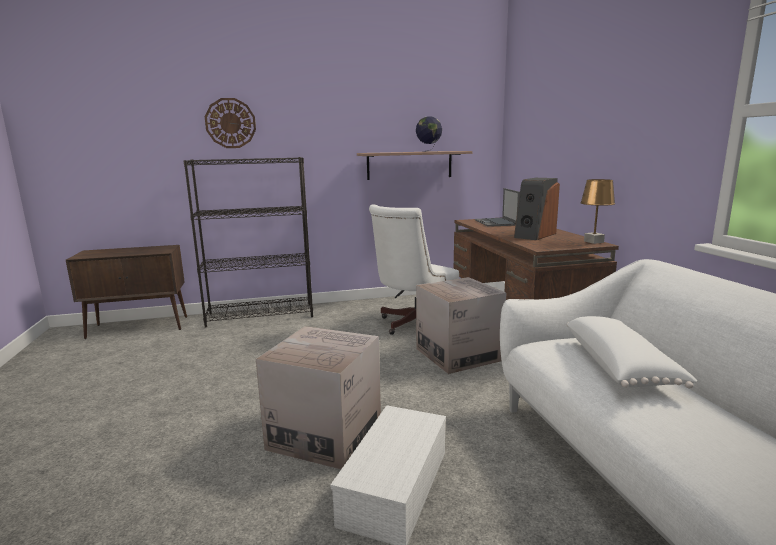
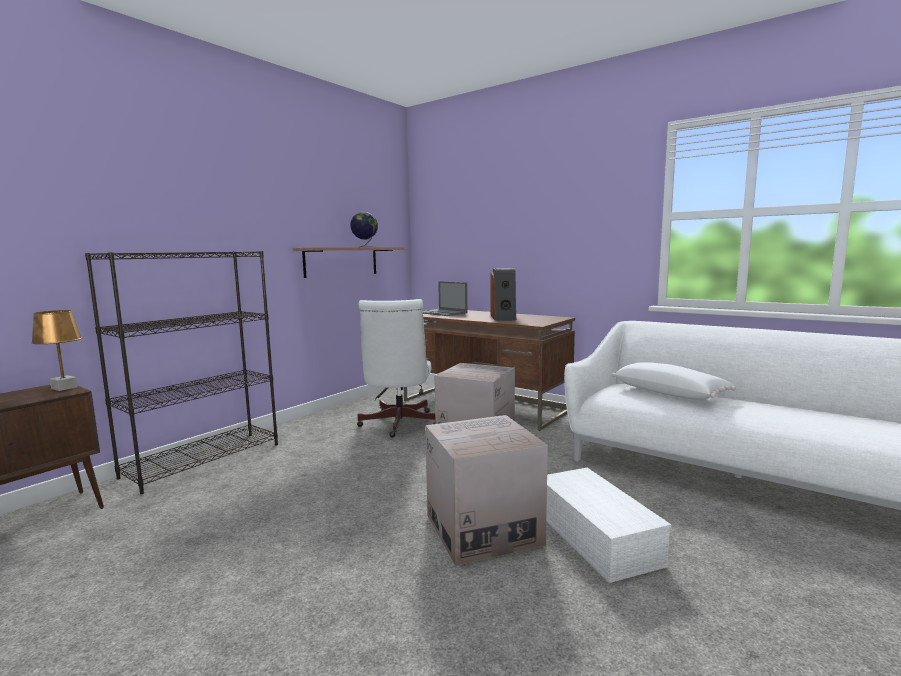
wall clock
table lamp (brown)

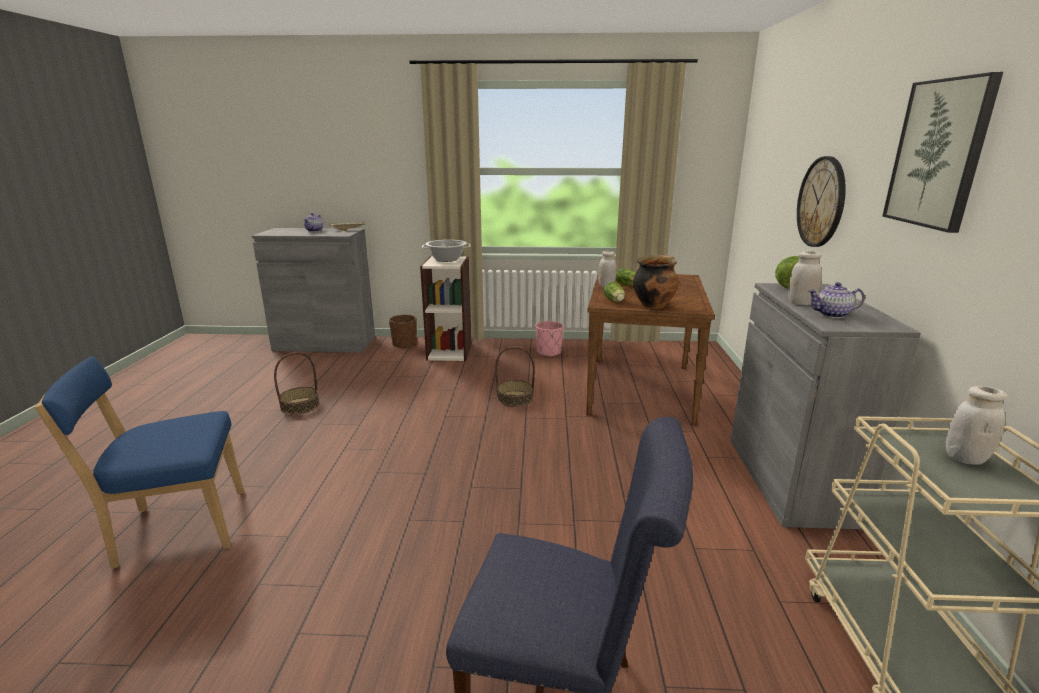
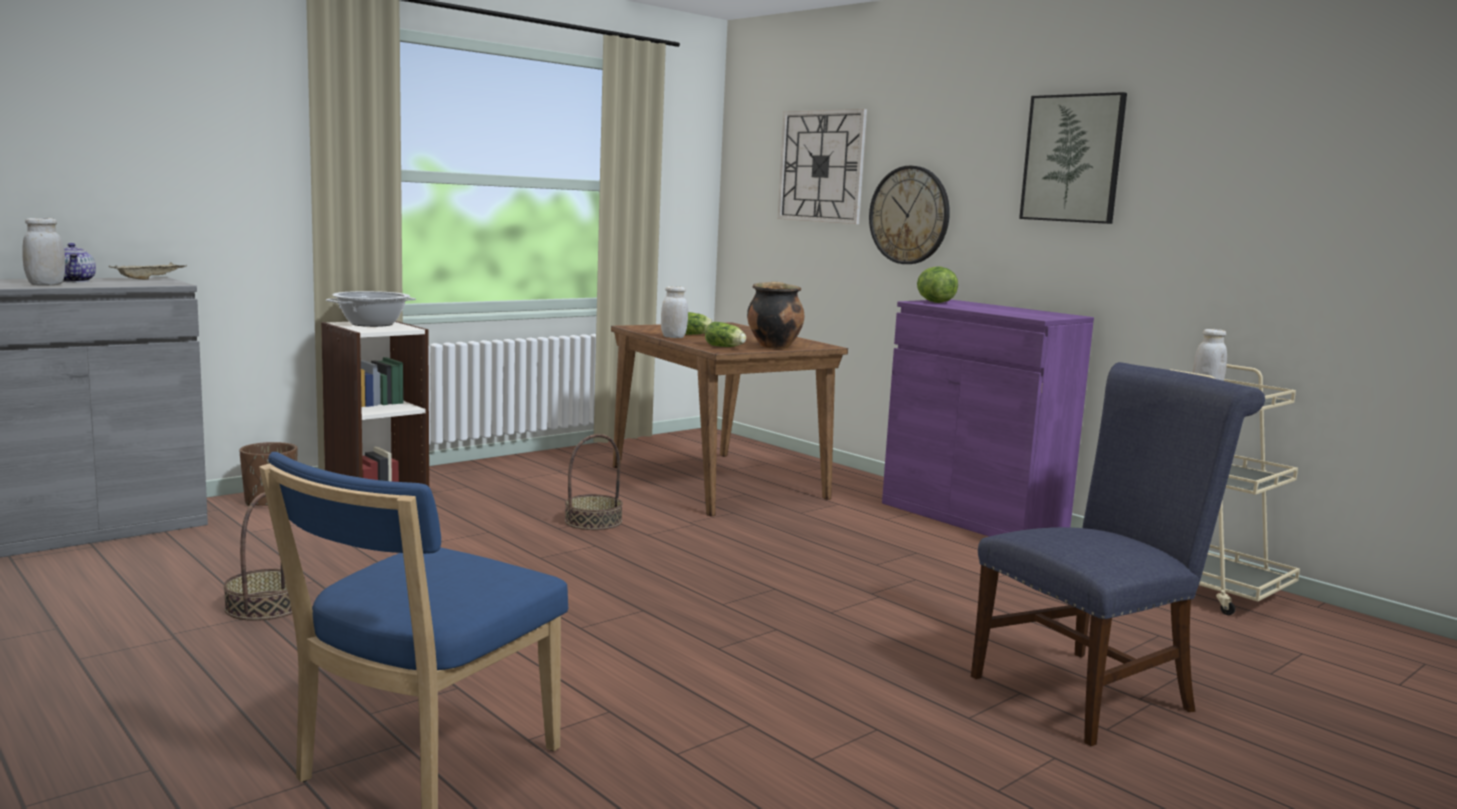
planter (pink)
cabinet (purple)
jar (white) (no. 1 from left)
teapot (no. 2 from left in the first image)
wall clock (no. 1 from left)

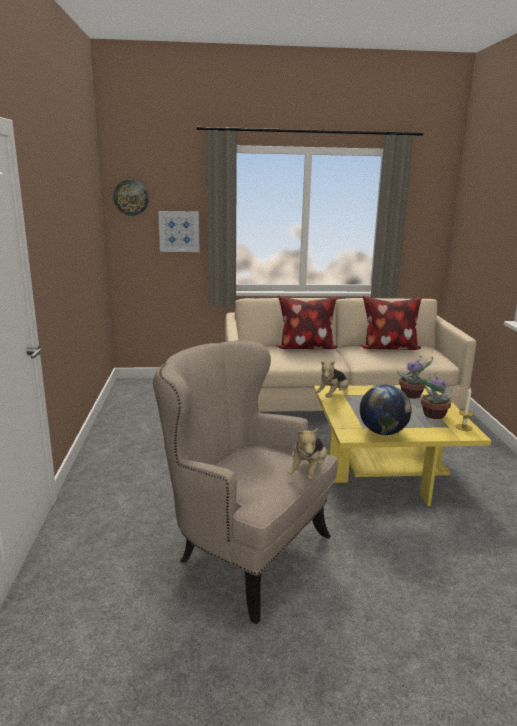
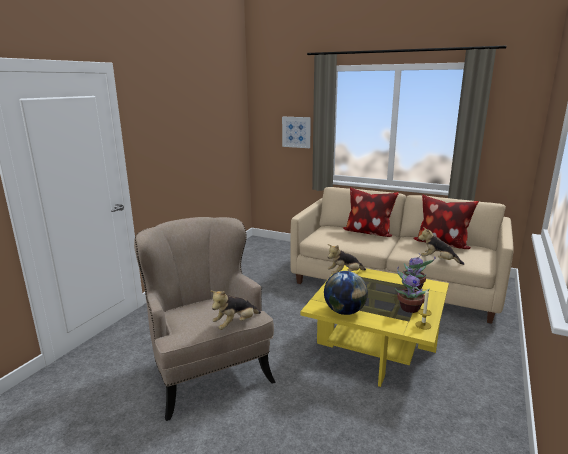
wall clock
plush toy (no. 3 from left)

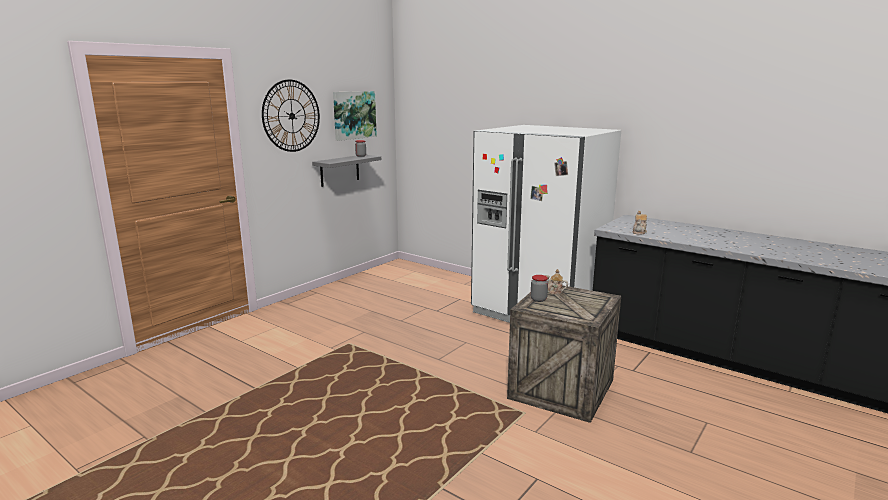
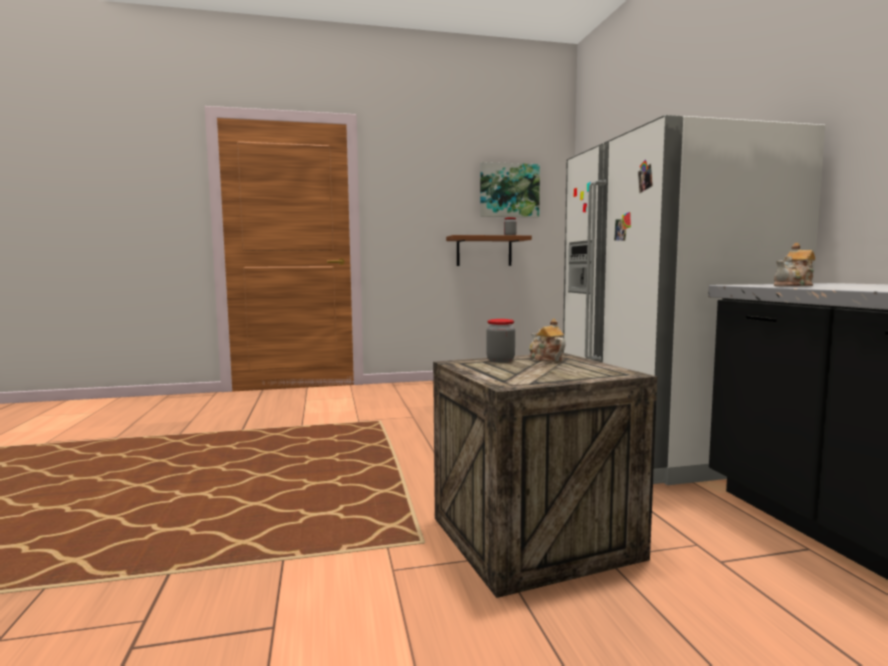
wall clock
shelf (brown)

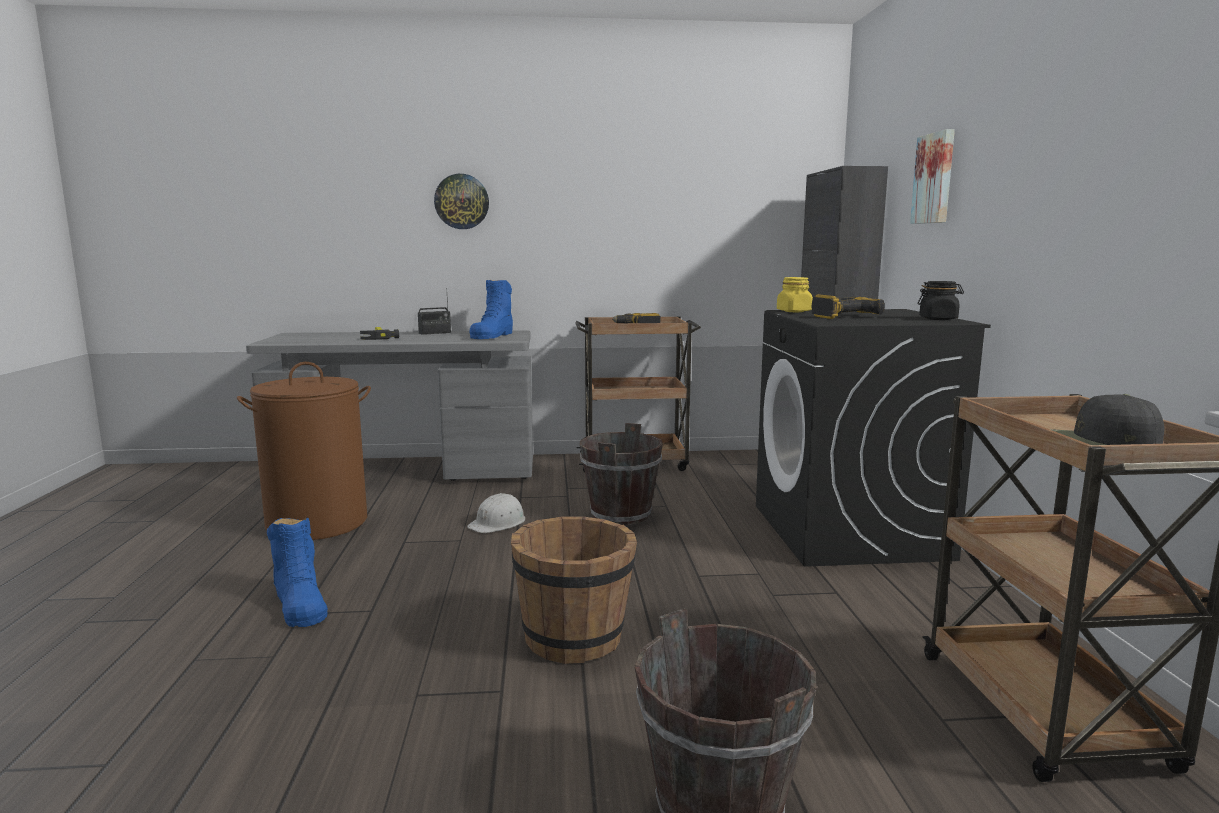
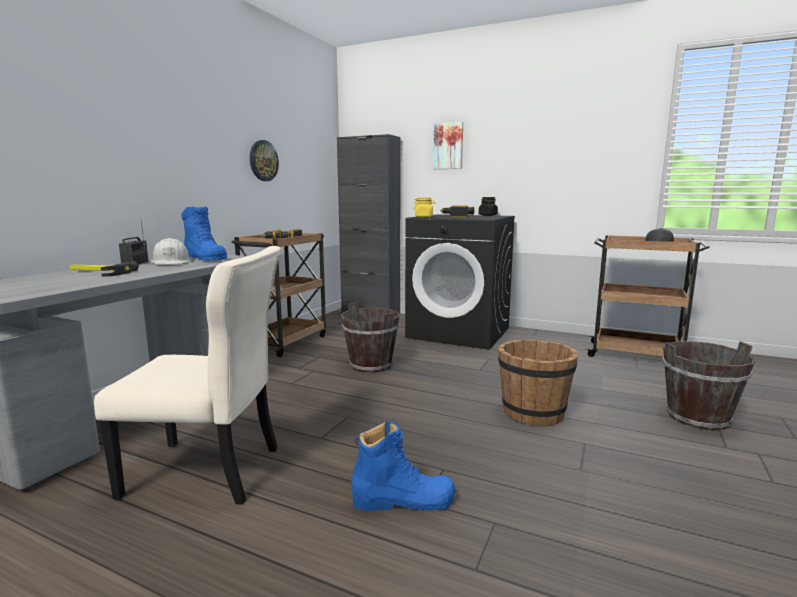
chair (beige)
wall clock
hard hat (white)

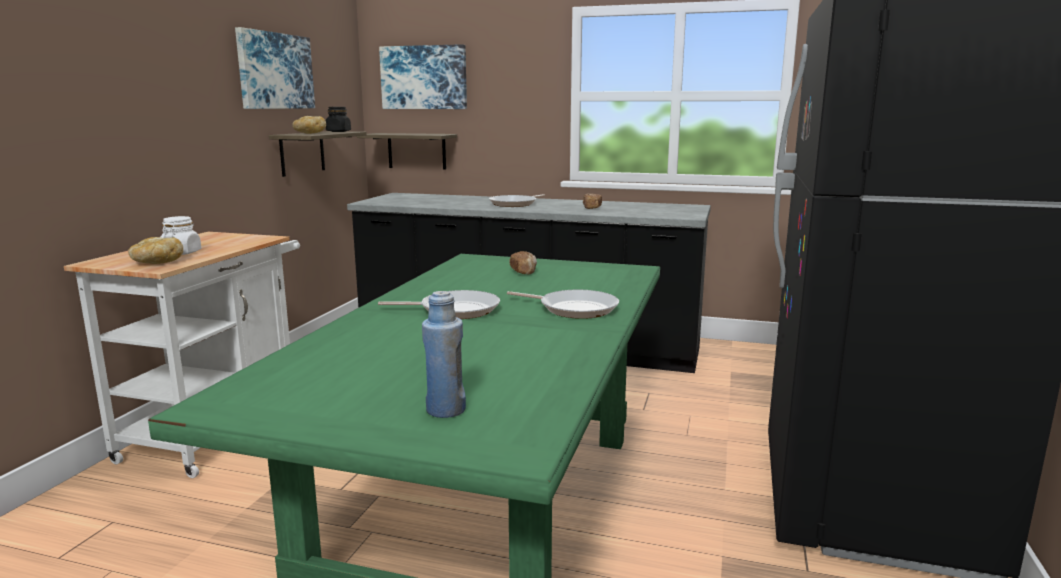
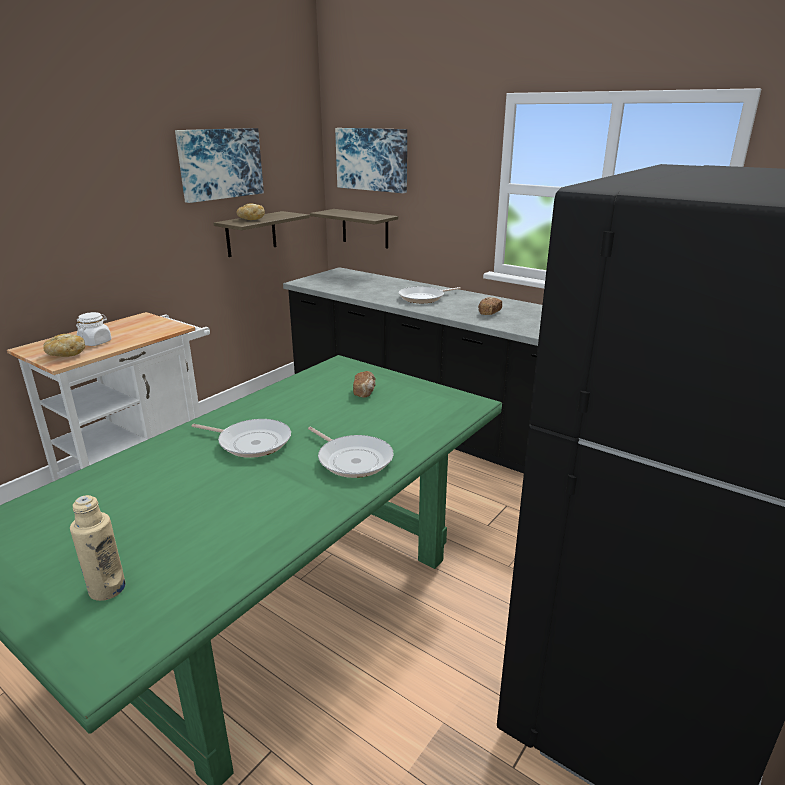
jar (black)
bottle (beige)

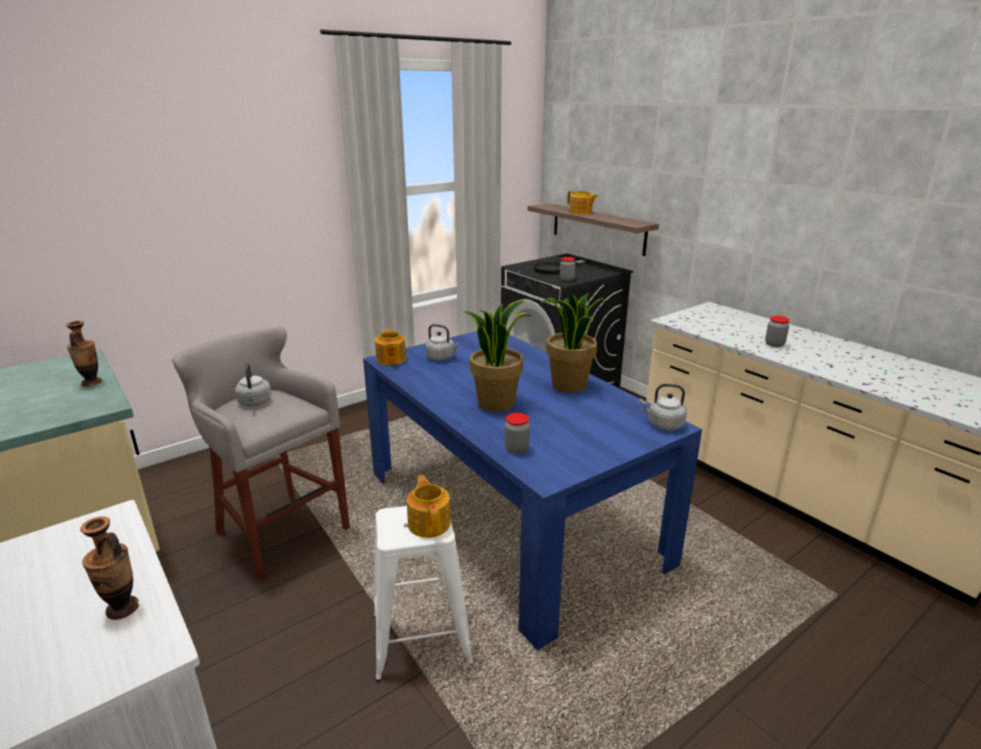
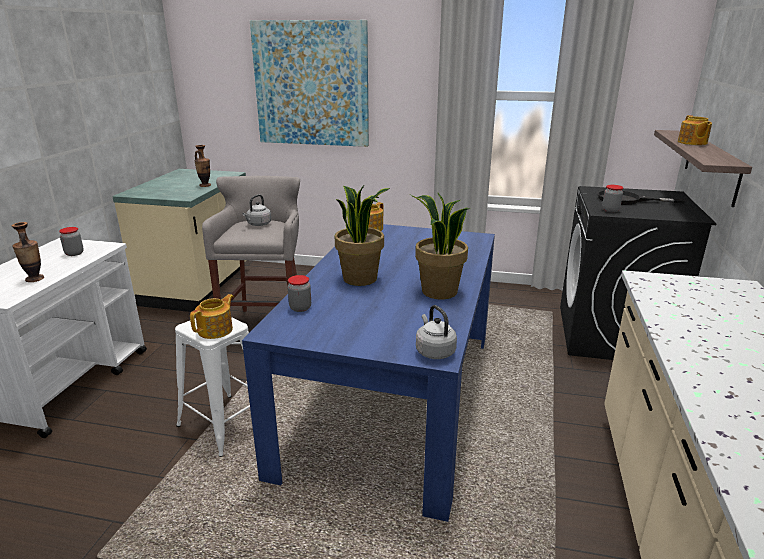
kettle (grey) (no. 2 from left in the first image)
jar (no. 1 from left)
picture

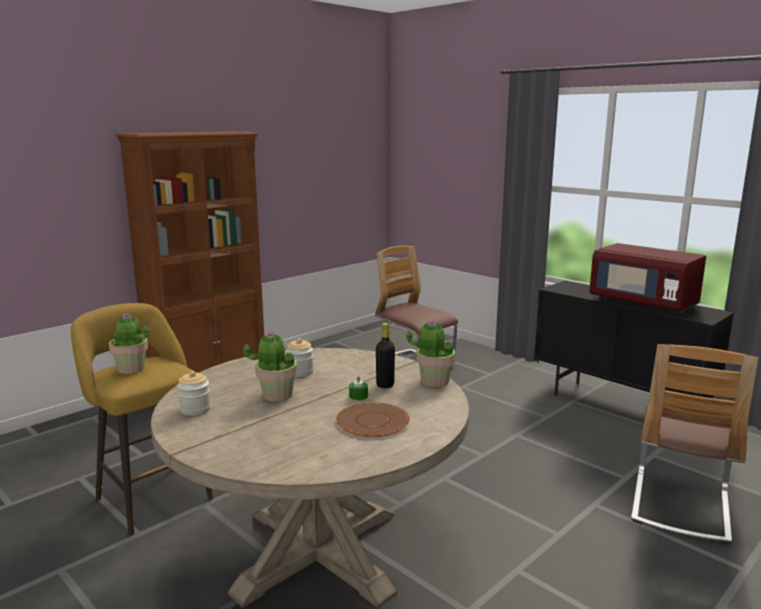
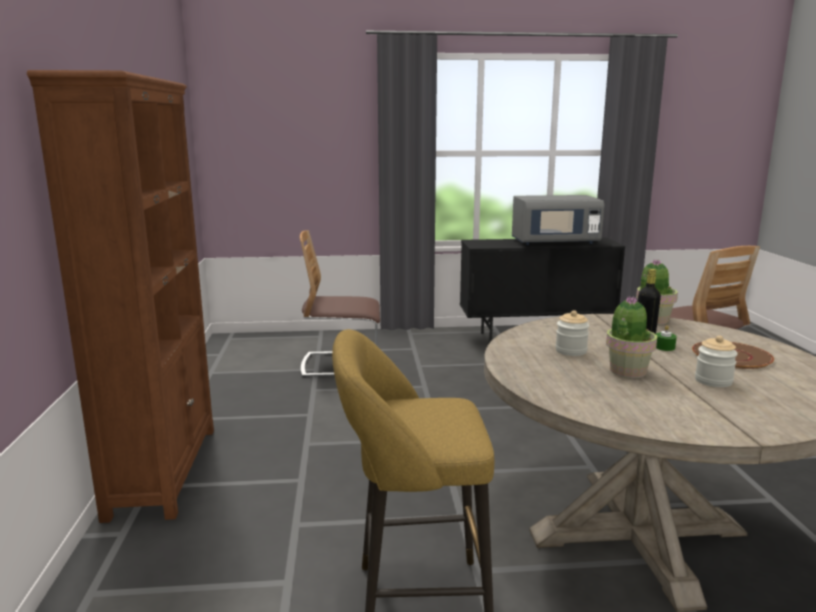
potted plant (no. 1 from left in the first image)
jar (no. 2 from left)
microwave (grey)

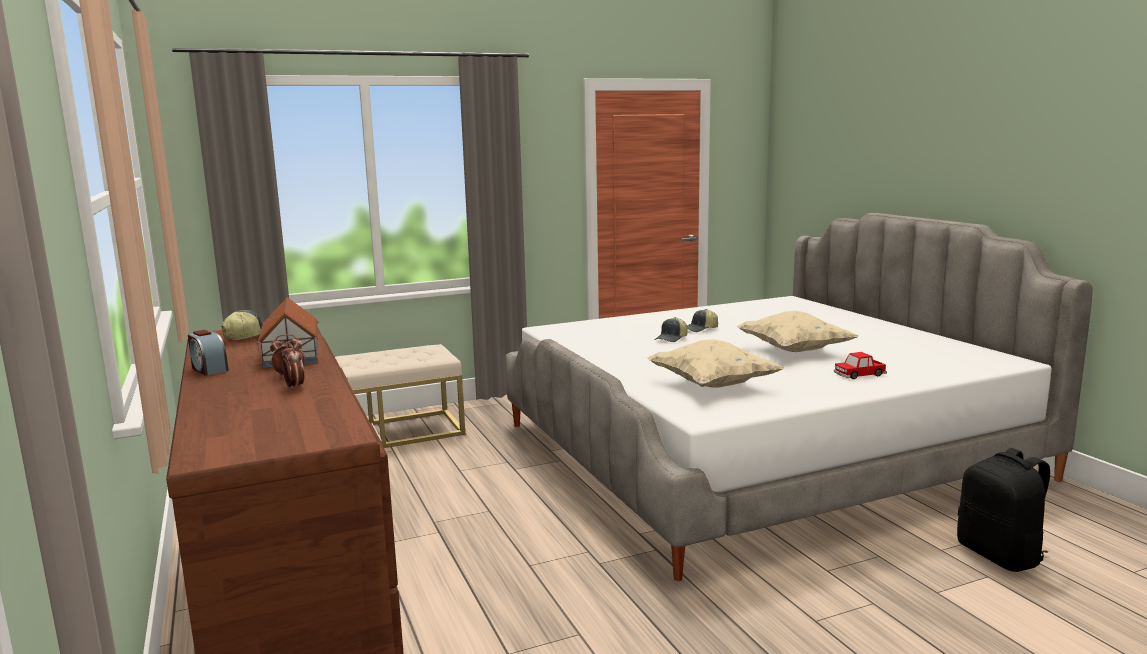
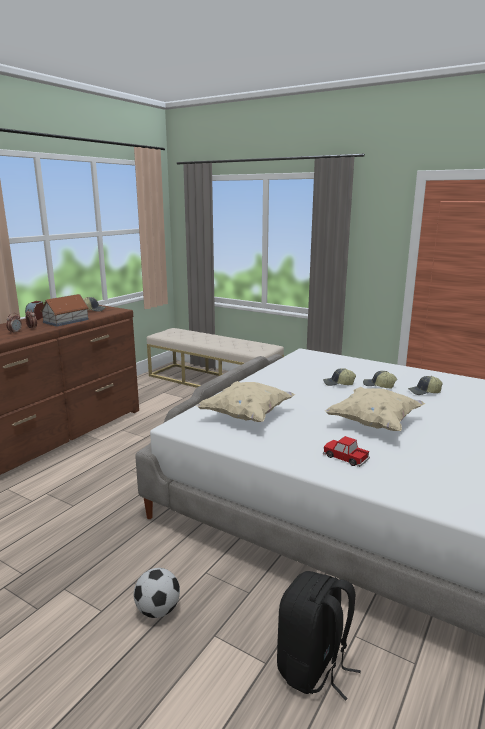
football
cap (no. 4 from left)

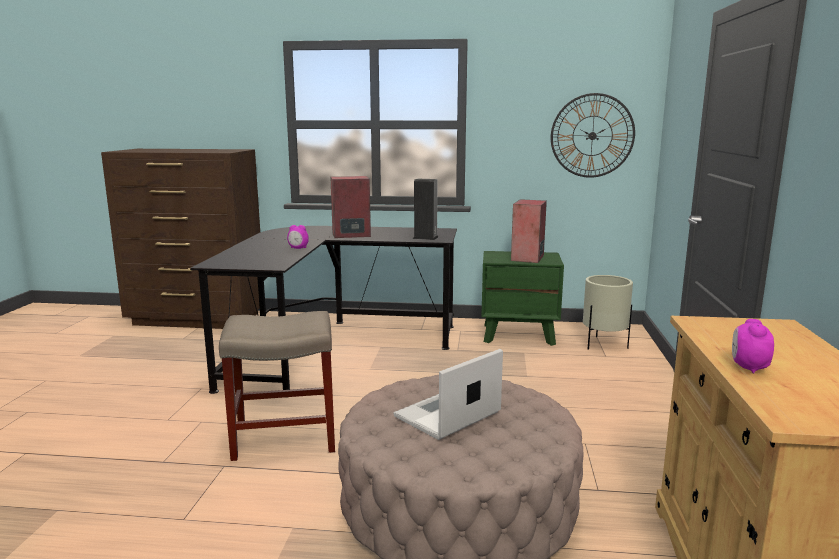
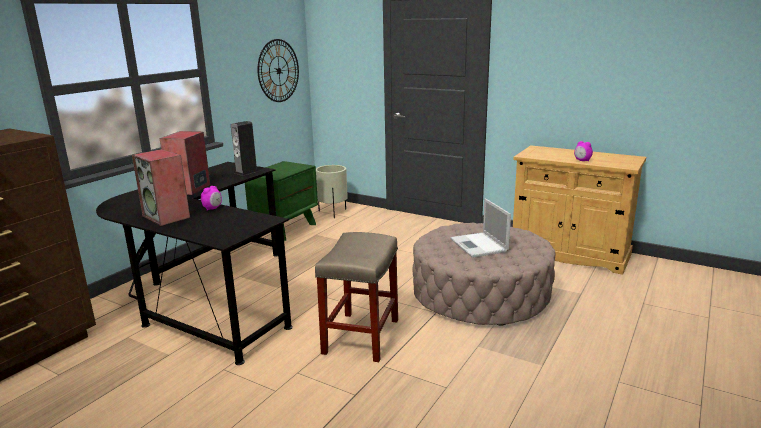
speaker (no. 1 from left)

